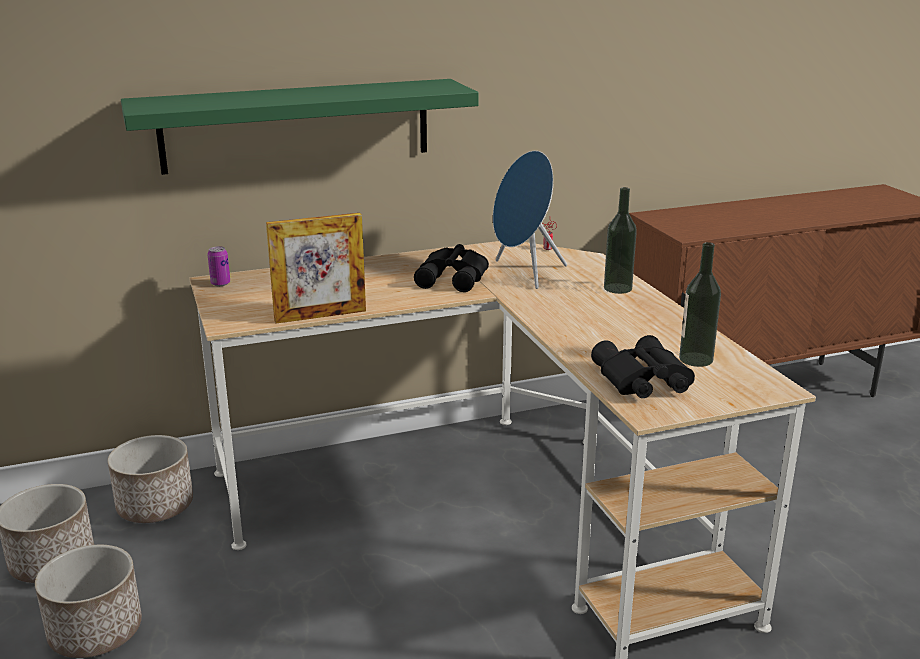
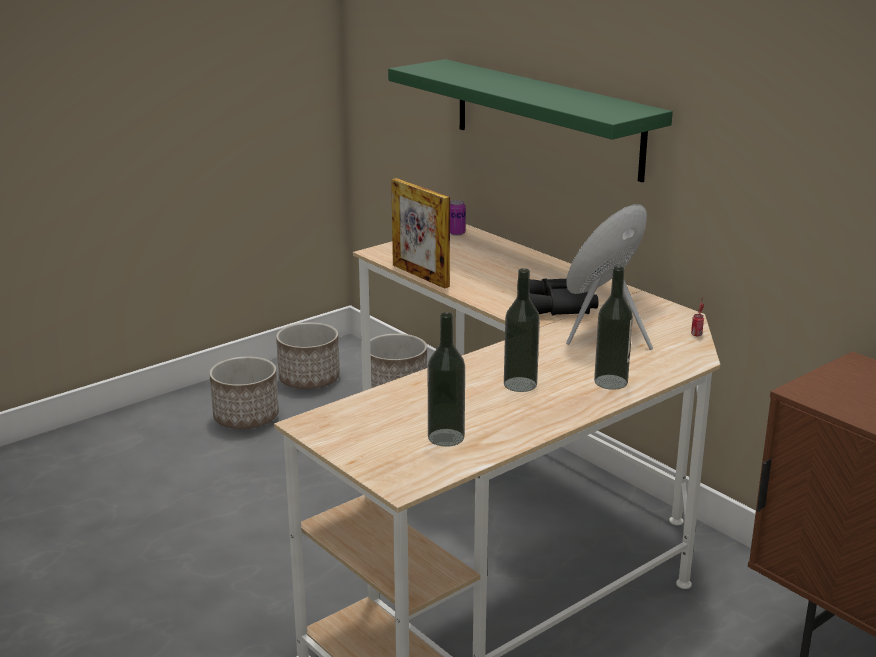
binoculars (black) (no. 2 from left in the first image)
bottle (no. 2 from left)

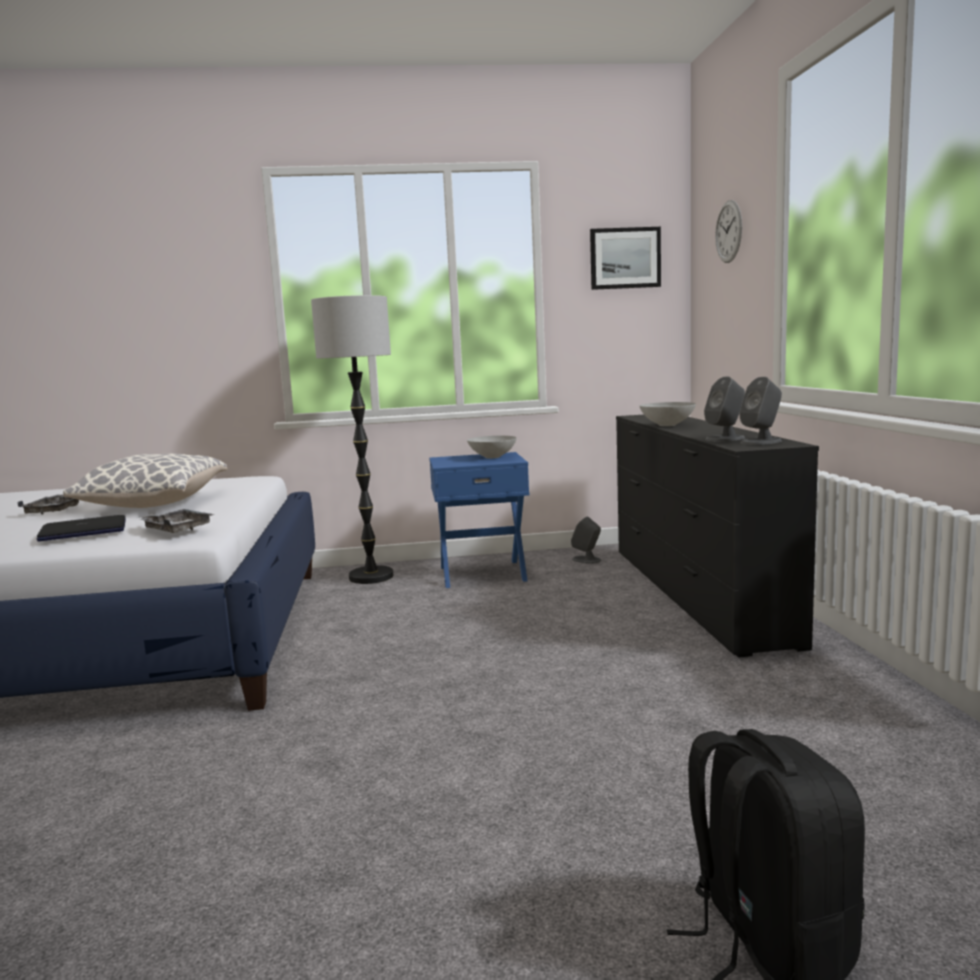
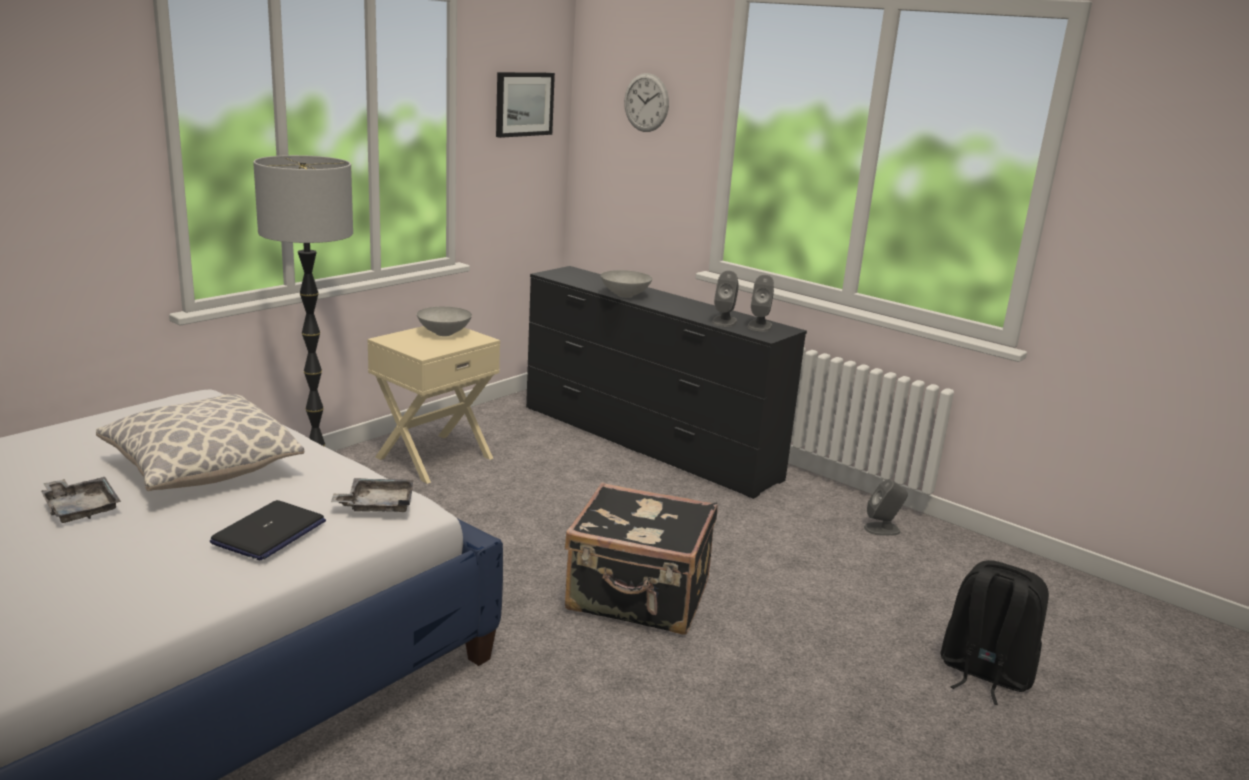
nightstand (beige)
speaker (grey) (no. 3 from left)
suitcase (black)

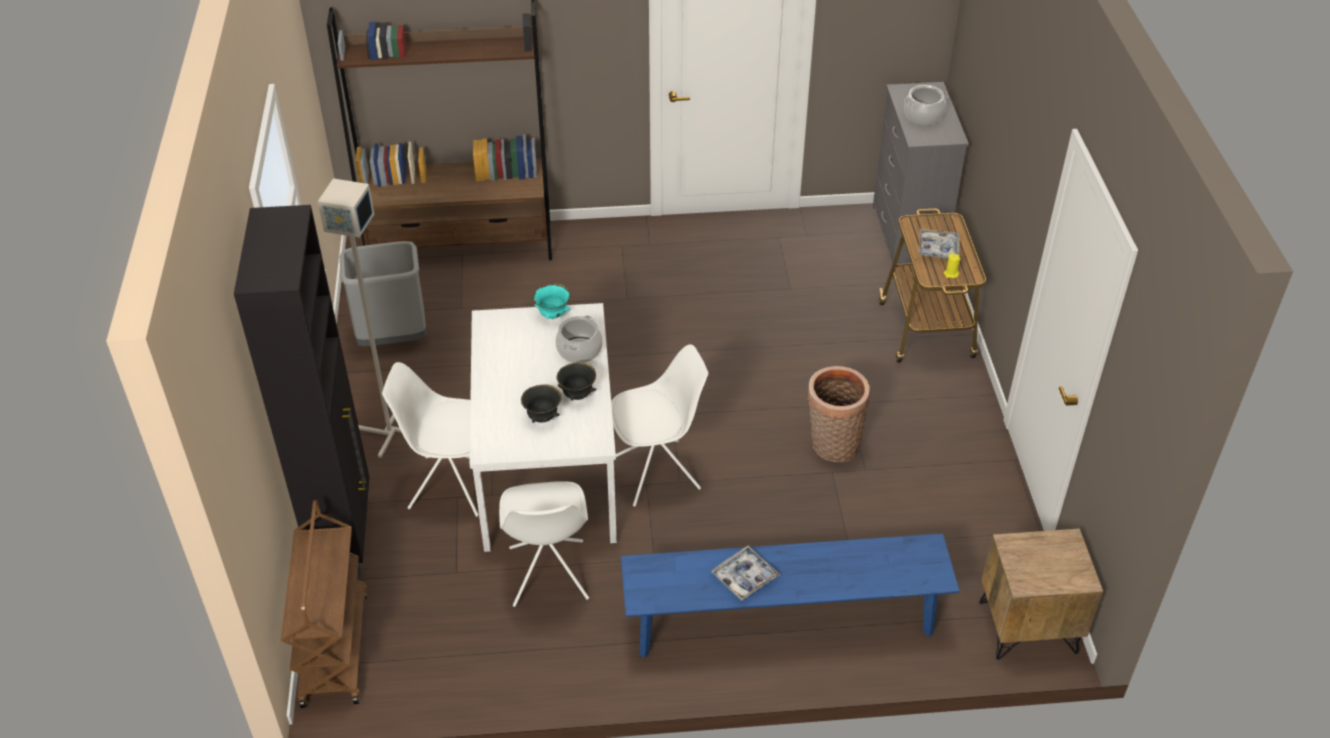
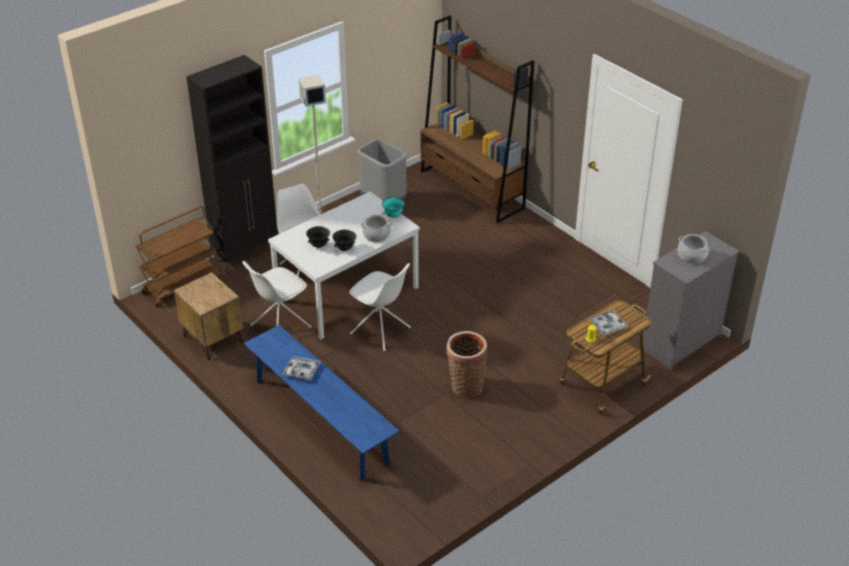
nightstand (brown)

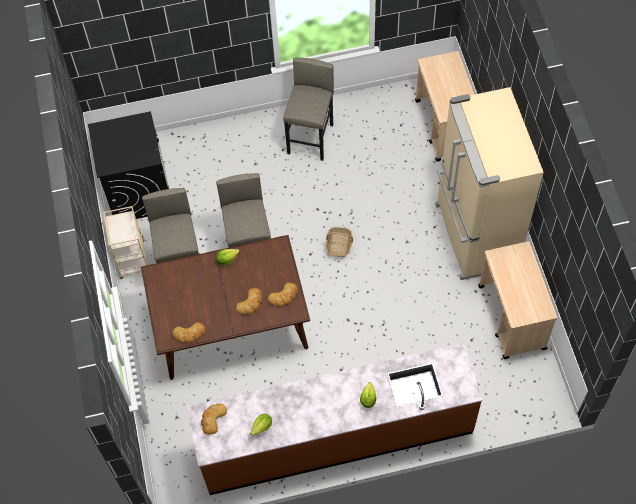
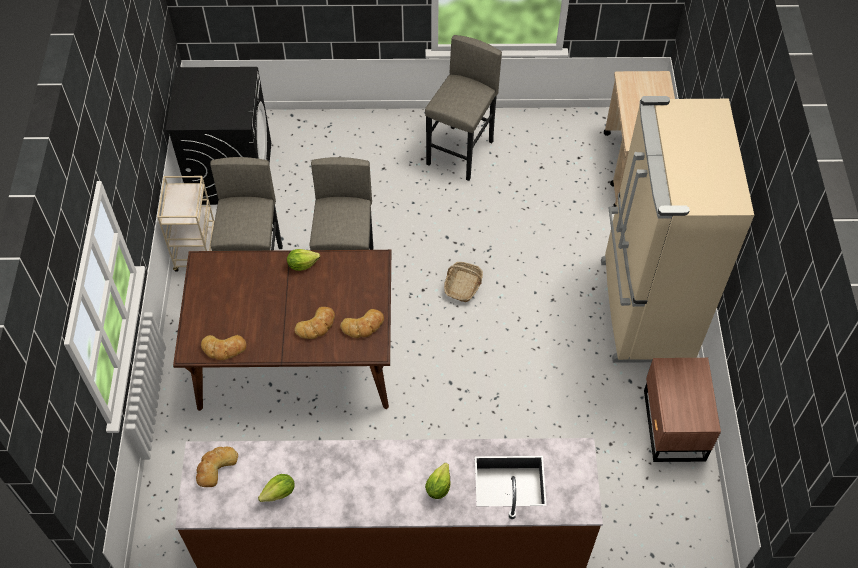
nightstand (brown)

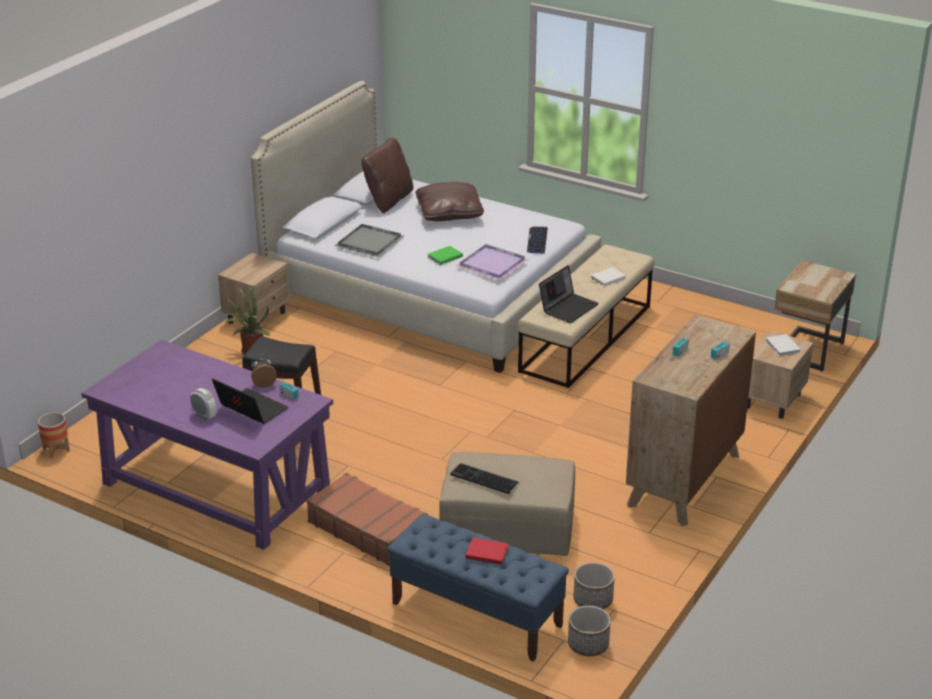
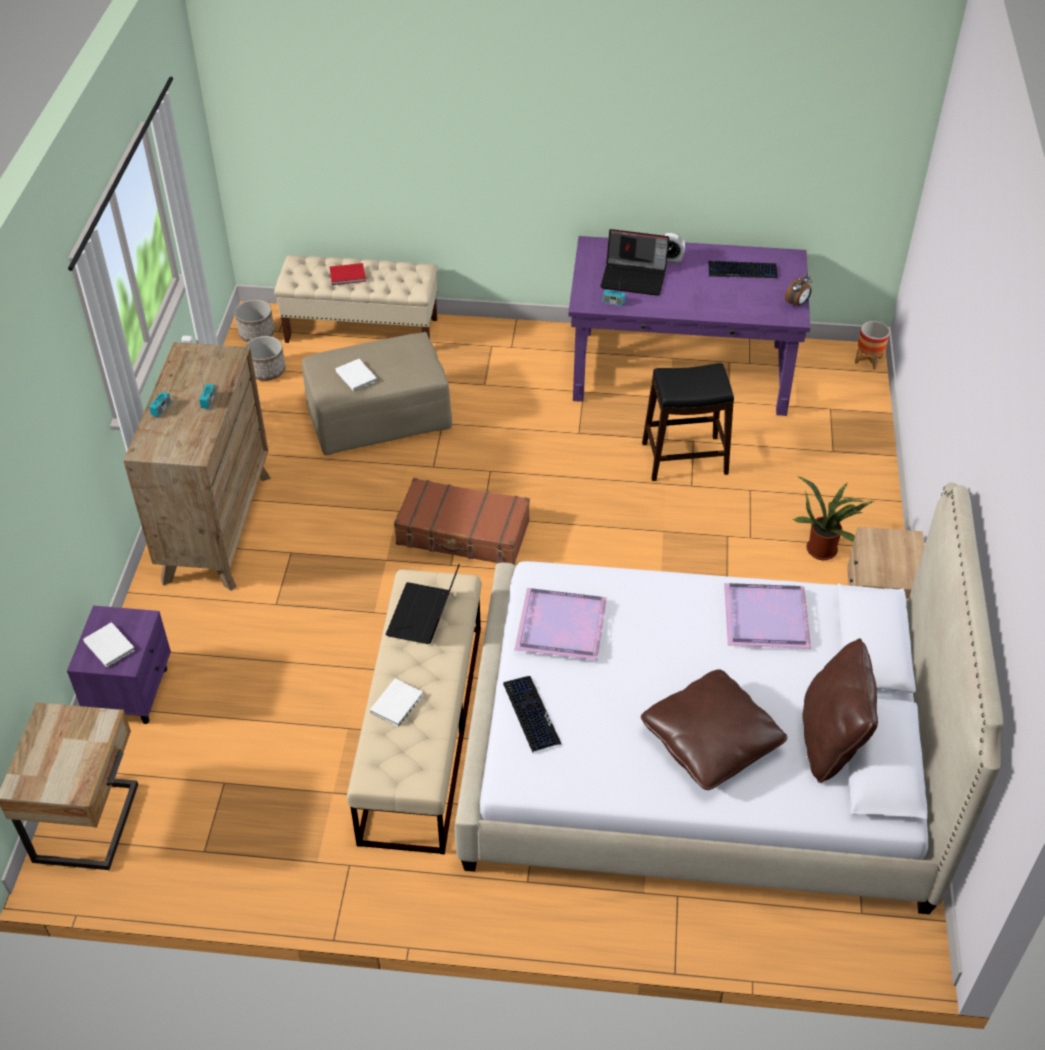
alarm clock (no. 2 from left)
suitcase (brown)
tray (purple) (no. 2 from left)
bench (beige) (no. 1 from left)
book (green)
keyboard (no. 2 from left)
nightstand (purple)
book (white) (no. 2 from left)

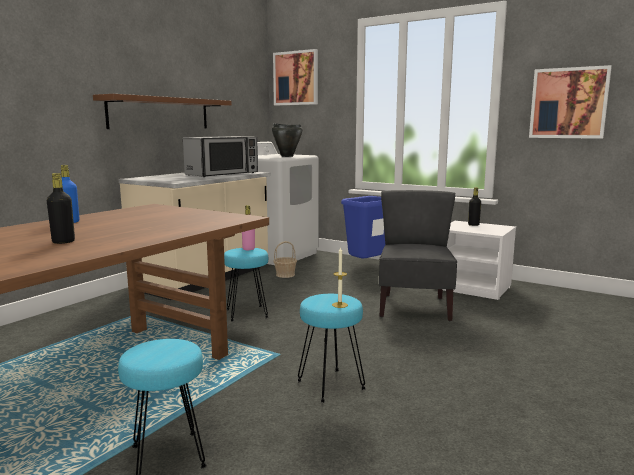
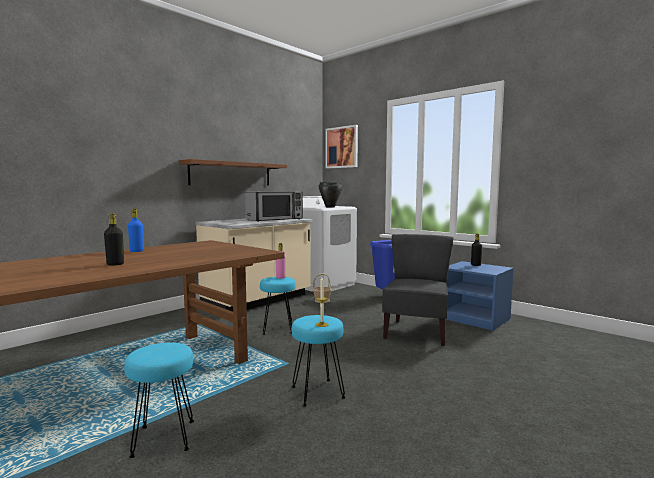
nightstand (blue)
picture (no. 2 from left in the first image)

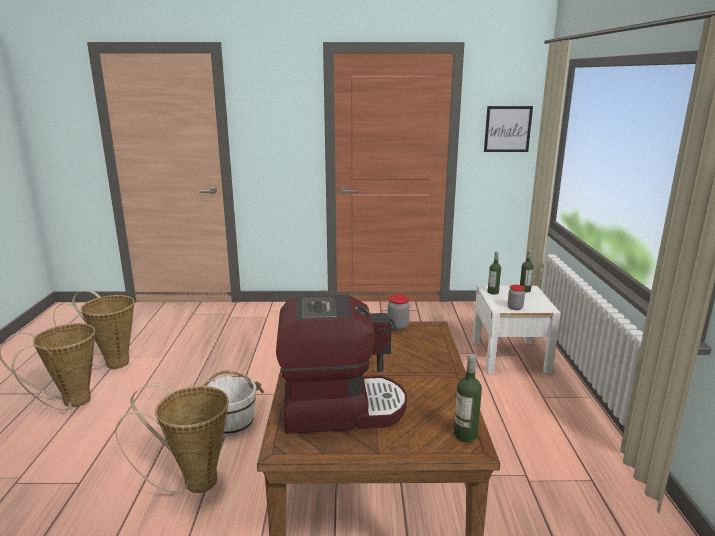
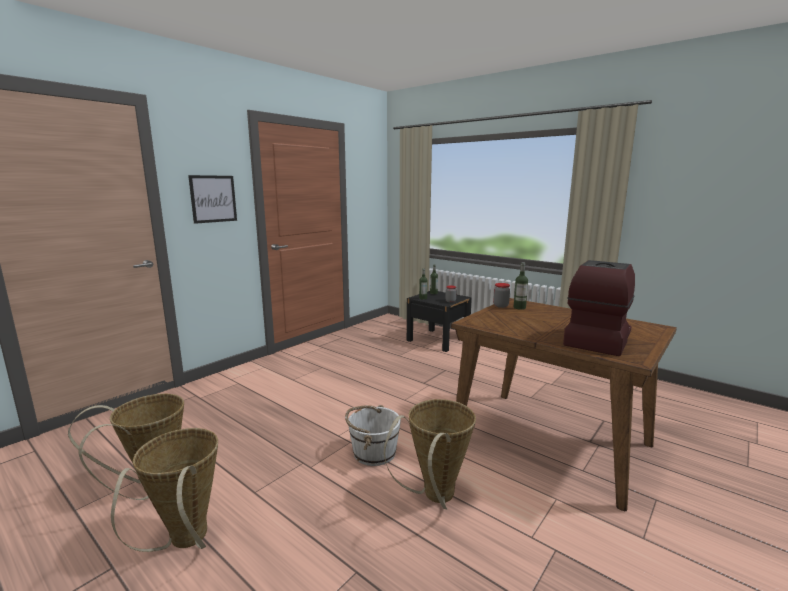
bottle (no. 3 from left)
nightstand (black)
picture

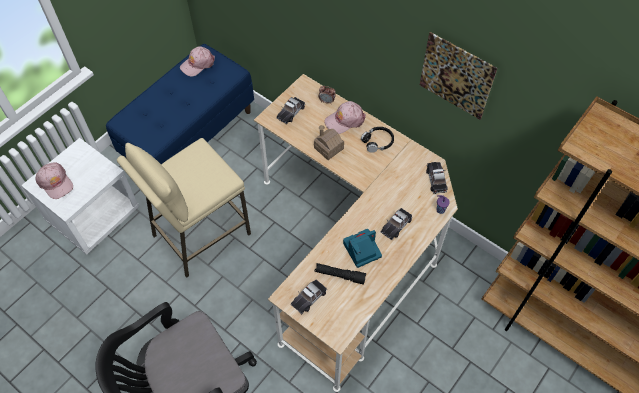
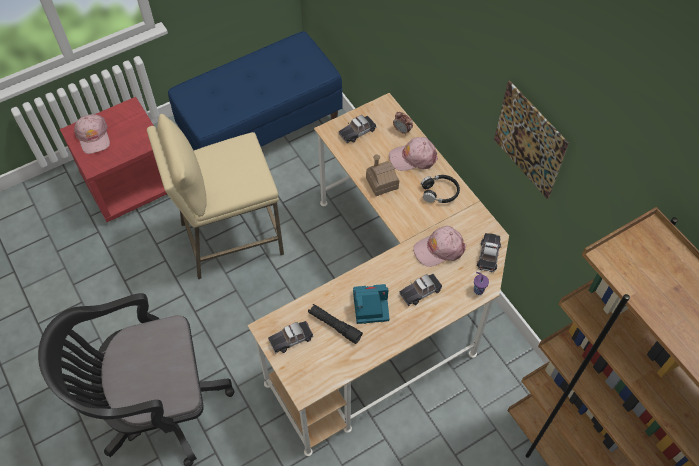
nightstand (red)
cap (pink) (no. 3 from left)

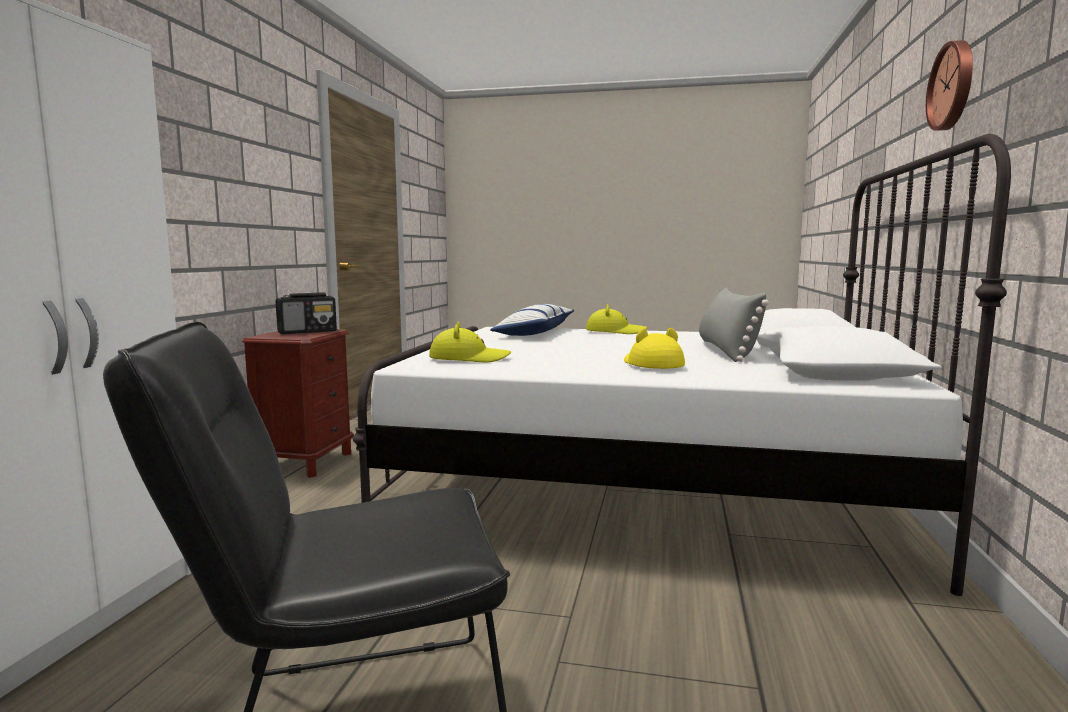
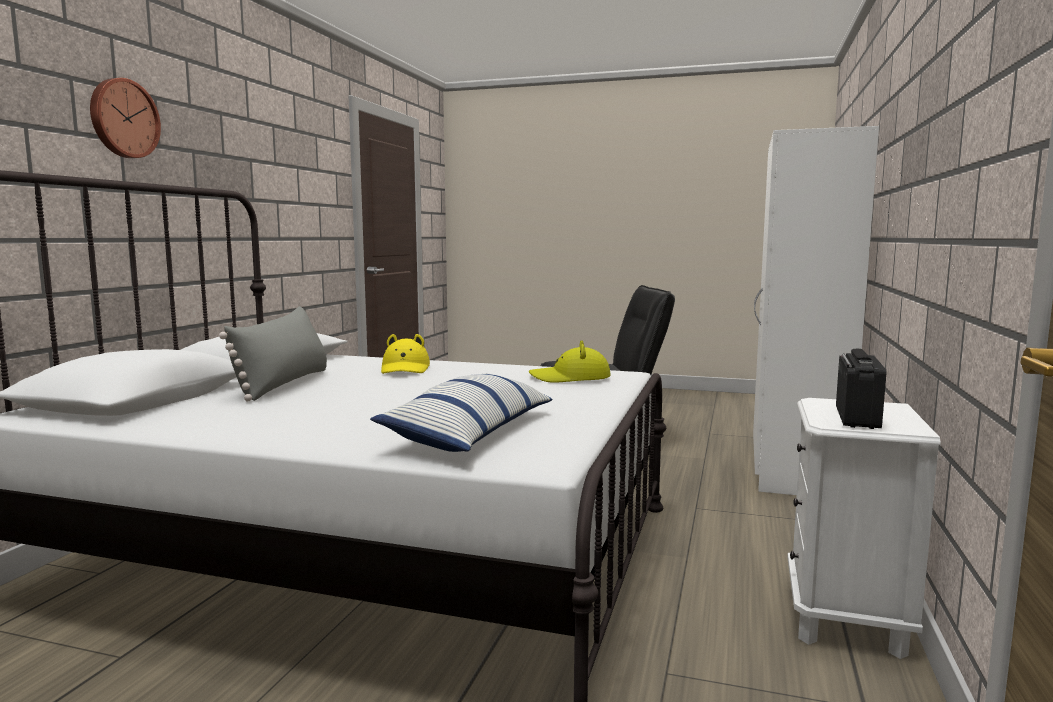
nightstand (white)
radio
hat (yellow) (no. 2 from left in the first image)

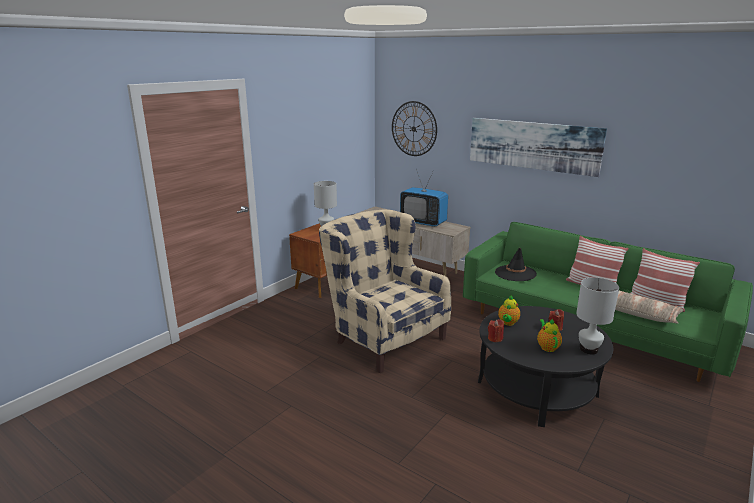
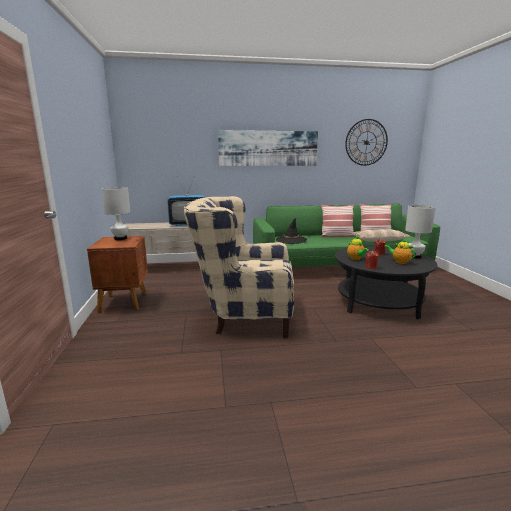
wall clock

